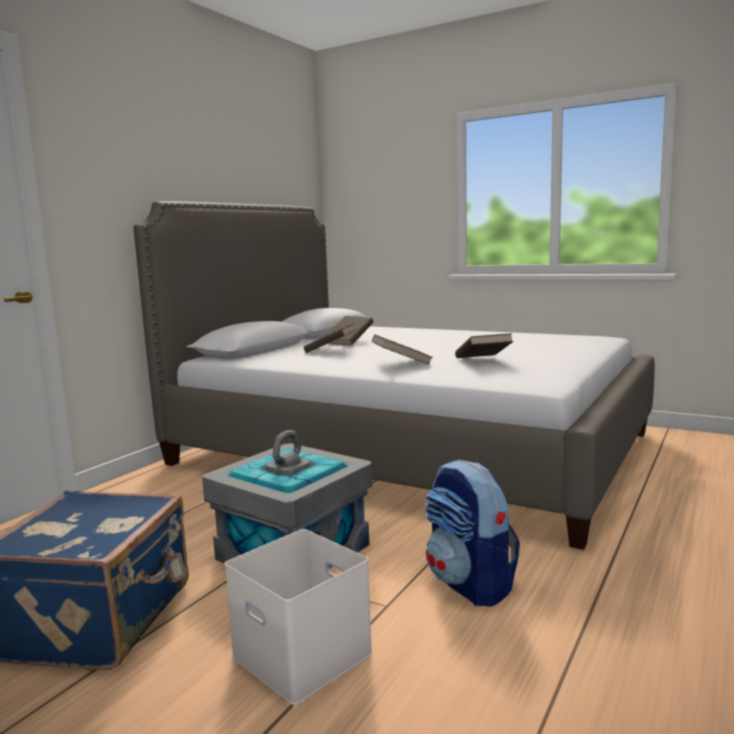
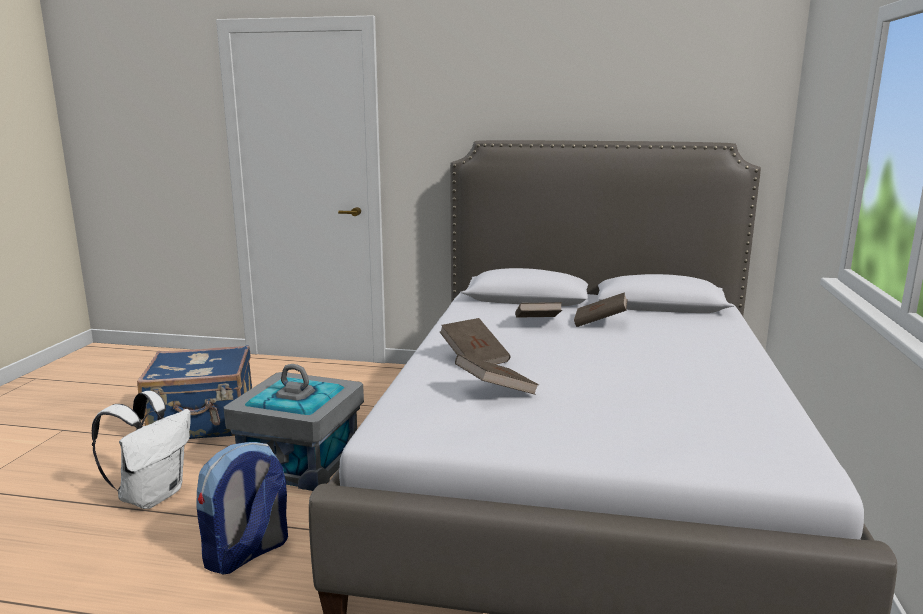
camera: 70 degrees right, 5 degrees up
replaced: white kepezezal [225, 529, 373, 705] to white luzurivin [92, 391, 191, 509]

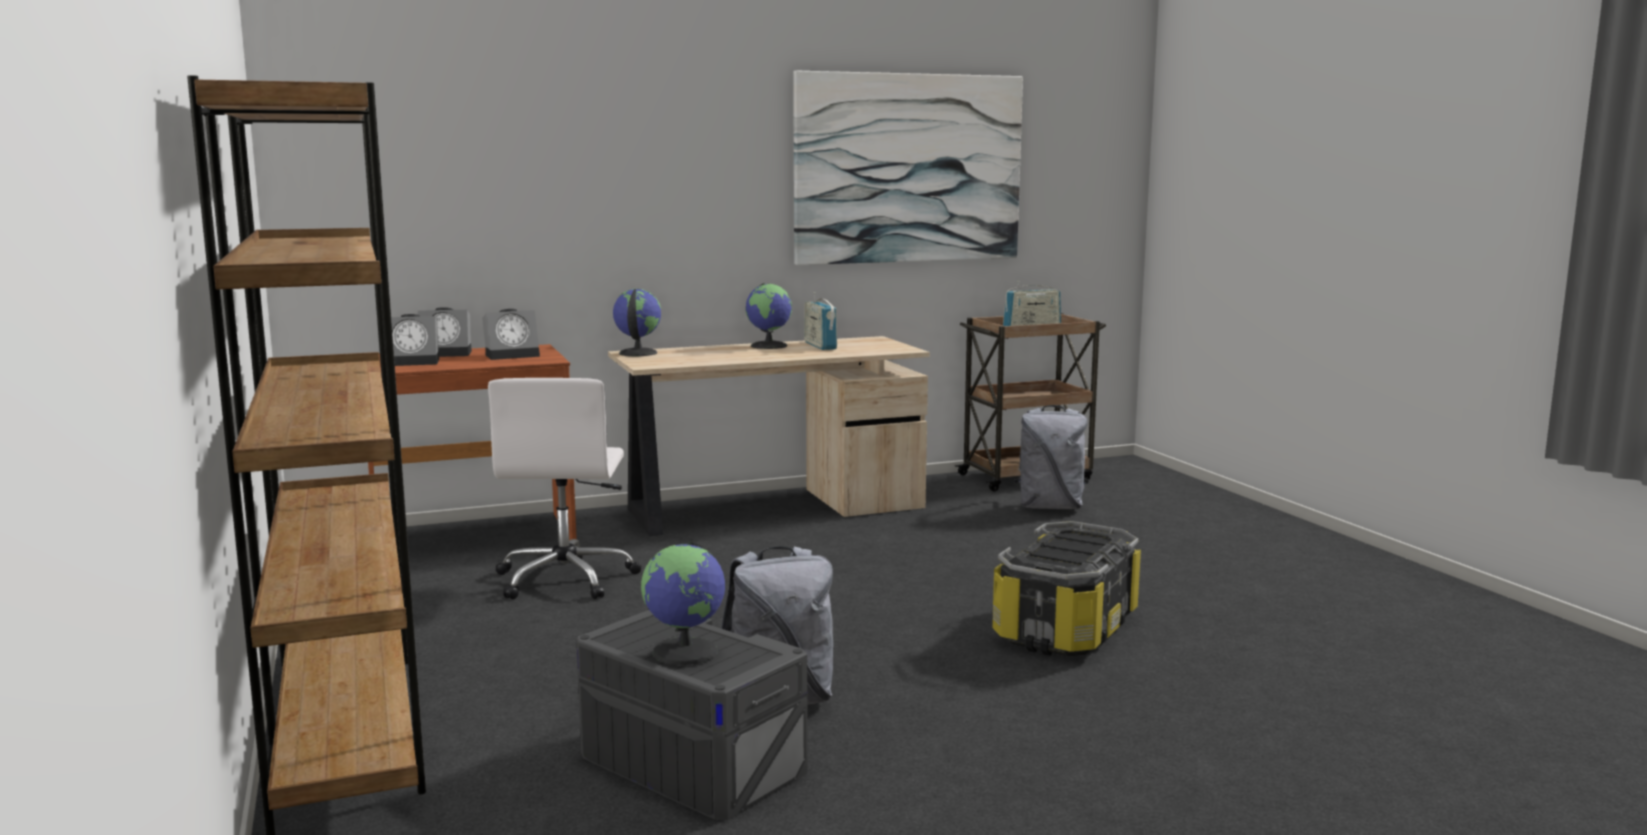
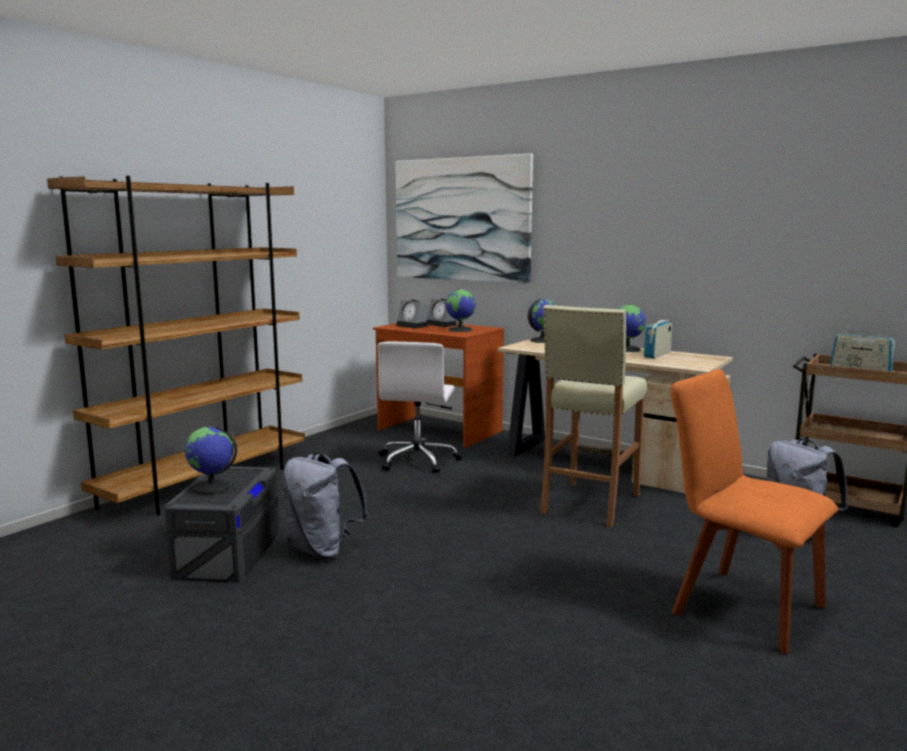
camera: 55 degrees right, 0 degrees up
removed: kepezezal [992, 521, 1141, 657]
added: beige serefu [540, 305, 647, 527]; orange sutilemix [670, 369, 838, 654]
moved: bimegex [793, 71, 1023, 265] to [395, 153, 533, 284]
replaced: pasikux [482, 309, 540, 360] to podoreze [446, 289, 476, 332]
turned: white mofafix [488, 378, 641, 599] = [377, 342, 462, 473] 45 degrees counterclockwise

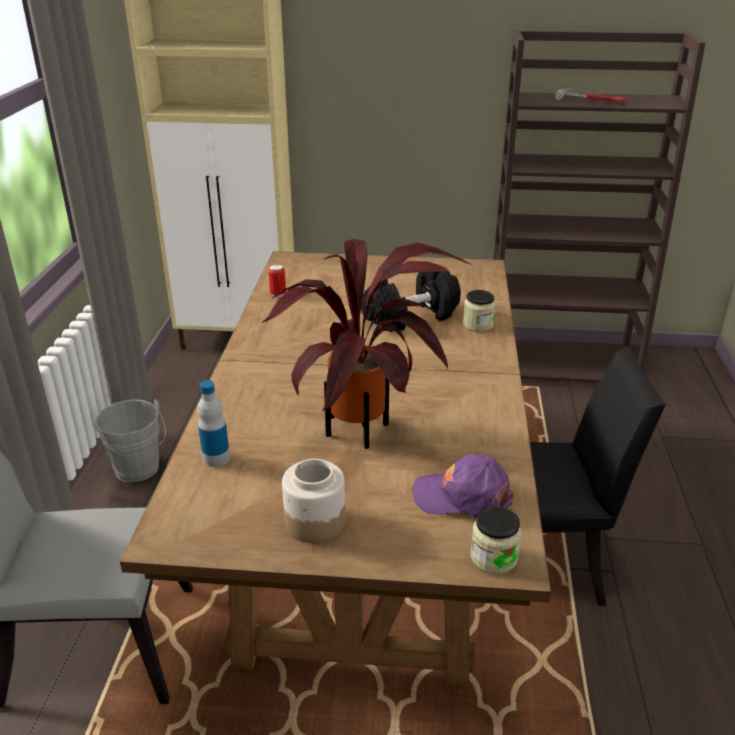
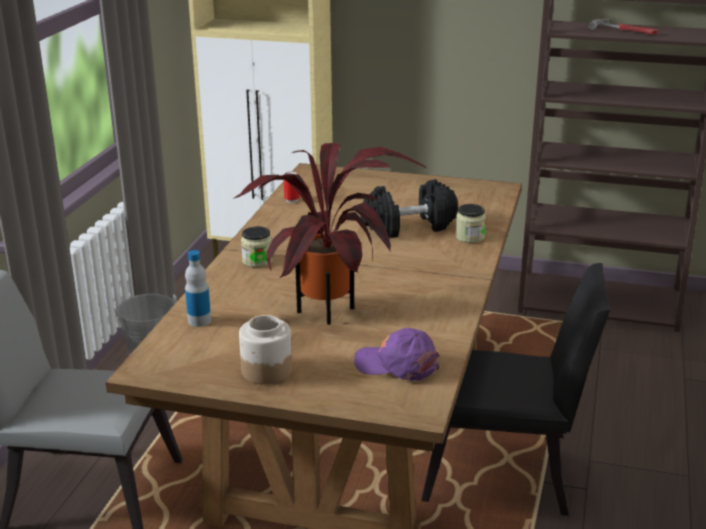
camera: 10 degrees right, 5 degrees down
moved: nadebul [471, 506, 521, 574] to [241, 226, 273, 268]

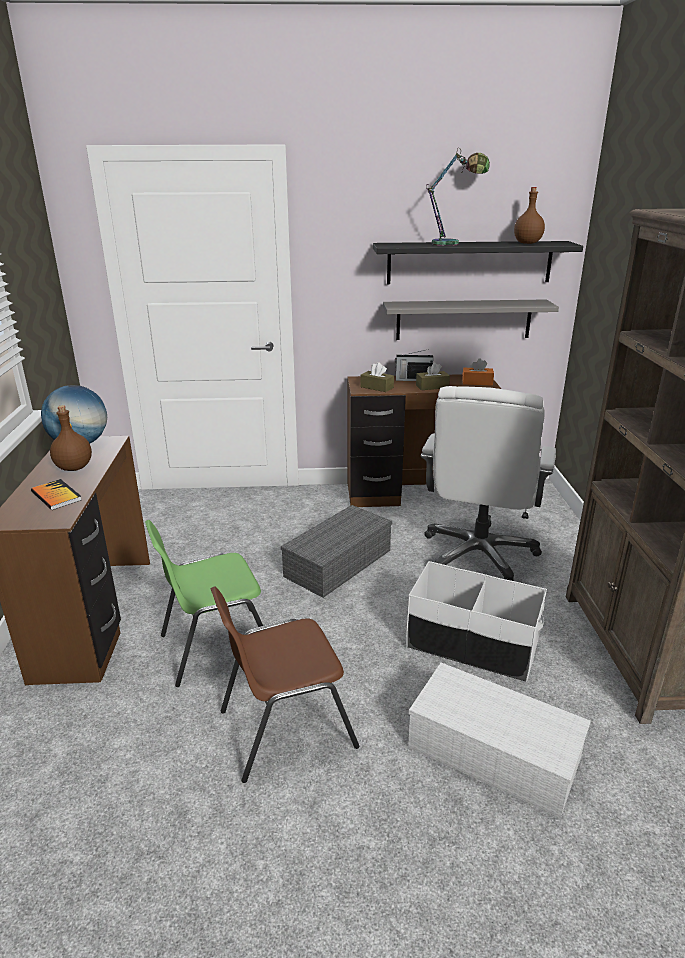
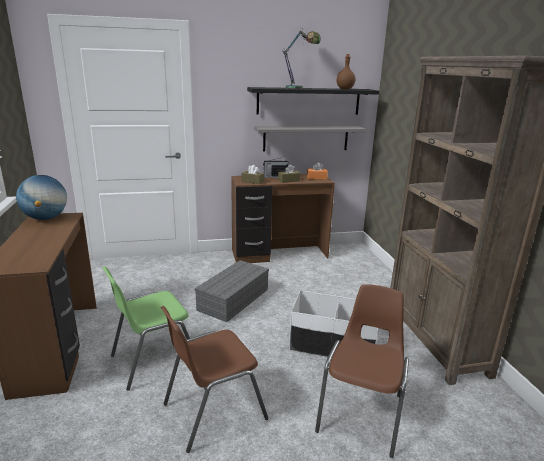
camera: 10 degrees left, 5 degrees down
removed: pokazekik [31, 479, 82, 510]; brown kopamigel [50, 405, 92, 471]; white mofafix [421, 386, 556, 581]
replaced: white kepezezal [408, 663, 591, 818] to brown sutilemix [315, 284, 409, 458]

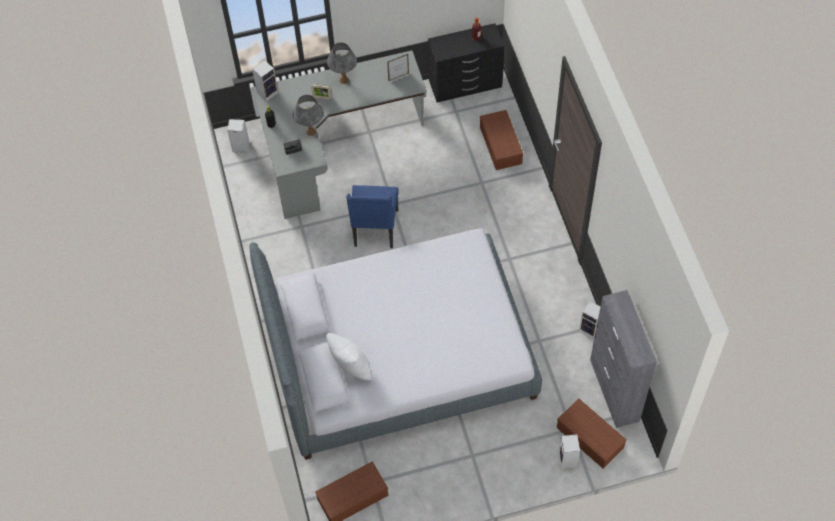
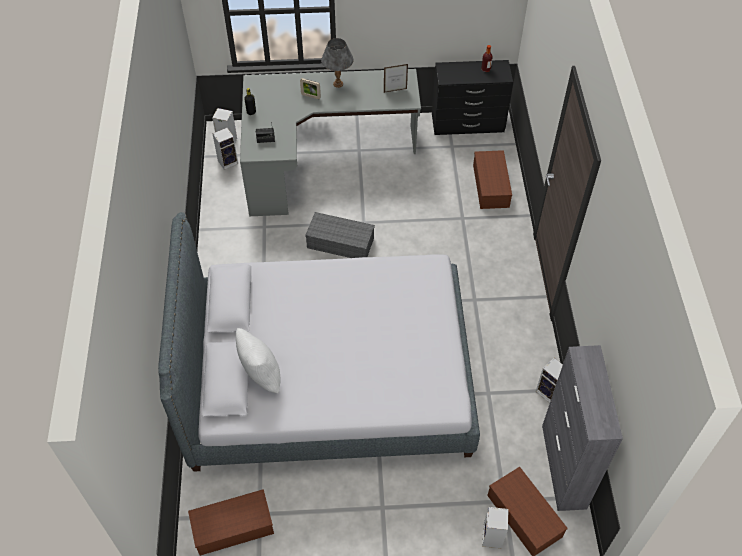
camera: 10 degrees right, 5 degrees down
removed: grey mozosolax [293, 95, 324, 136]
moved: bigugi [252, 60, 278, 102] to [212, 128, 238, 170]
replaced: blue sutilemix [346, 185, 399, 248] to grey kepezezal [305, 212, 375, 258]

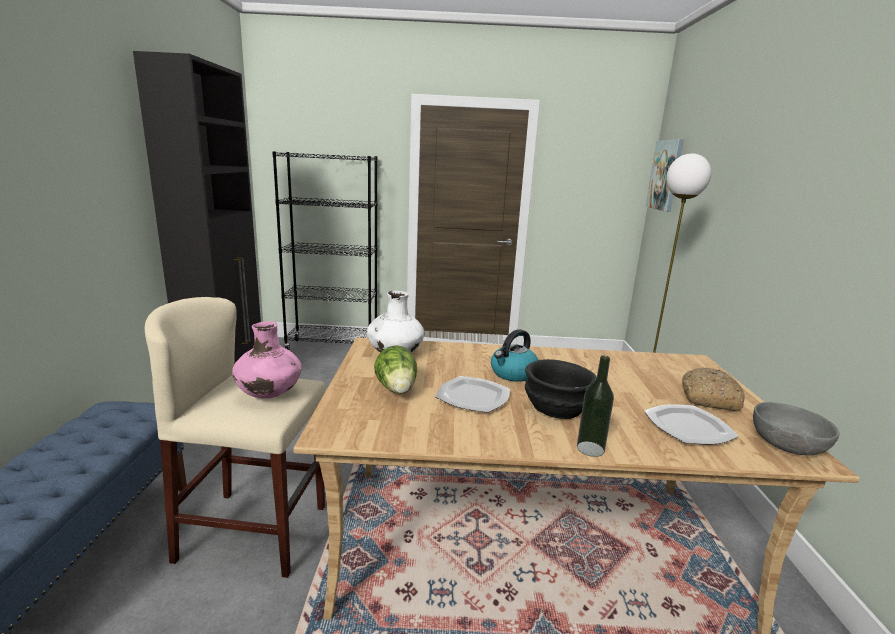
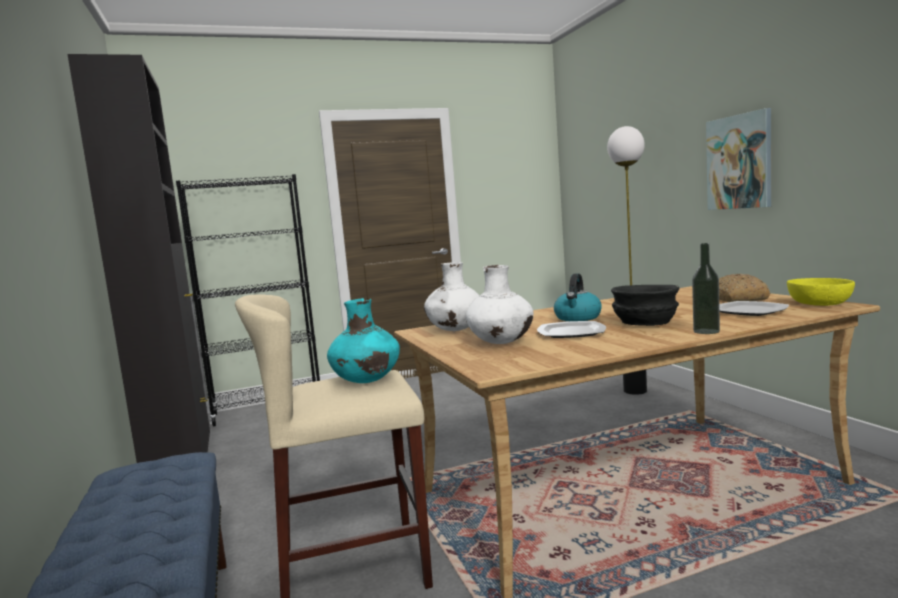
camera: 20 degrees left, 10 degrees down
moved: bimegex [646, 139, 684, 212] to [706, 108, 771, 210]
replaced: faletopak [374, 345, 417, 394] to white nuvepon [465, 265, 533, 344]
recoloured: pink nuvepon [232, 321, 301, 399] to turquoise nuvepon [327, 298, 400, 383]; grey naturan [753, 402, 840, 456] to yellow naturan [787, 278, 855, 306]

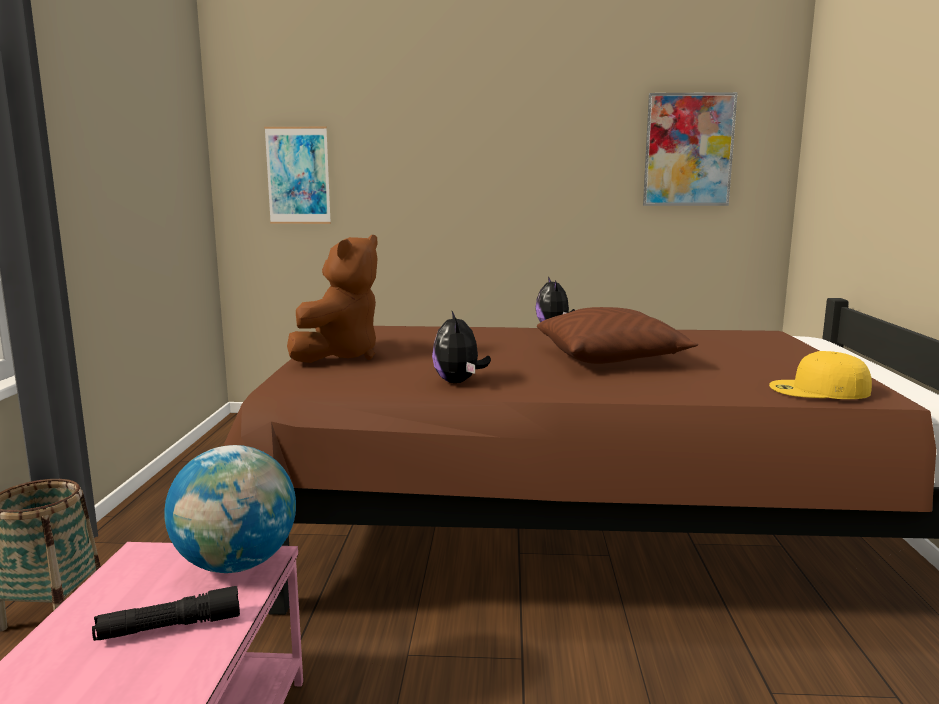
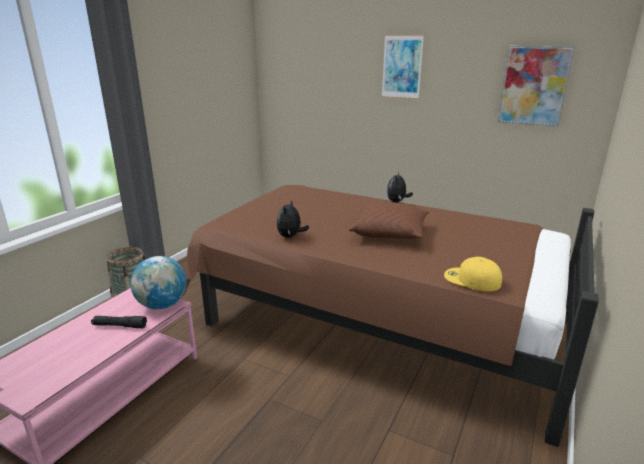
camera: 25 degrees right, 10 degrees up
removed: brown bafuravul [287, 235, 378, 363]
moved: bimegex [264, 127, 331, 224] to [382, 34, 424, 99]

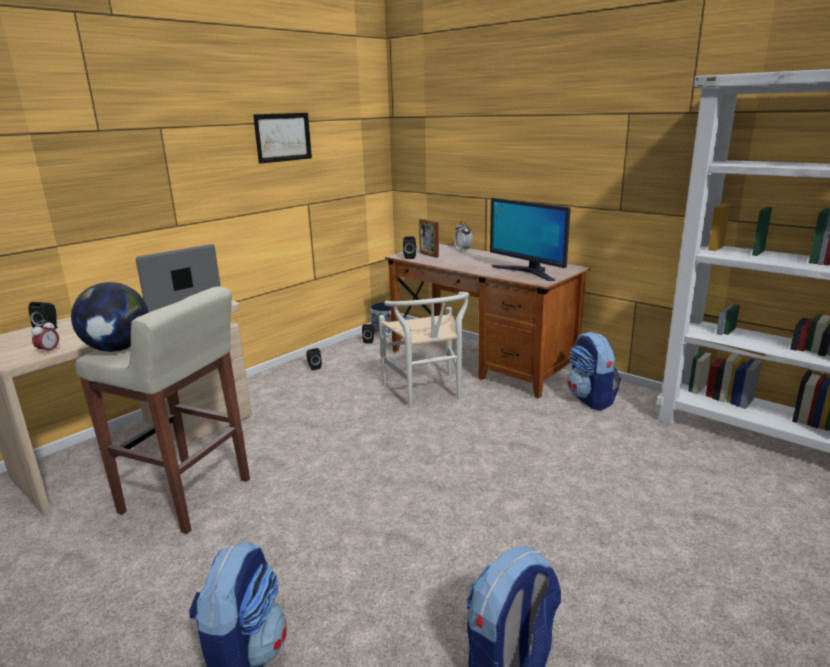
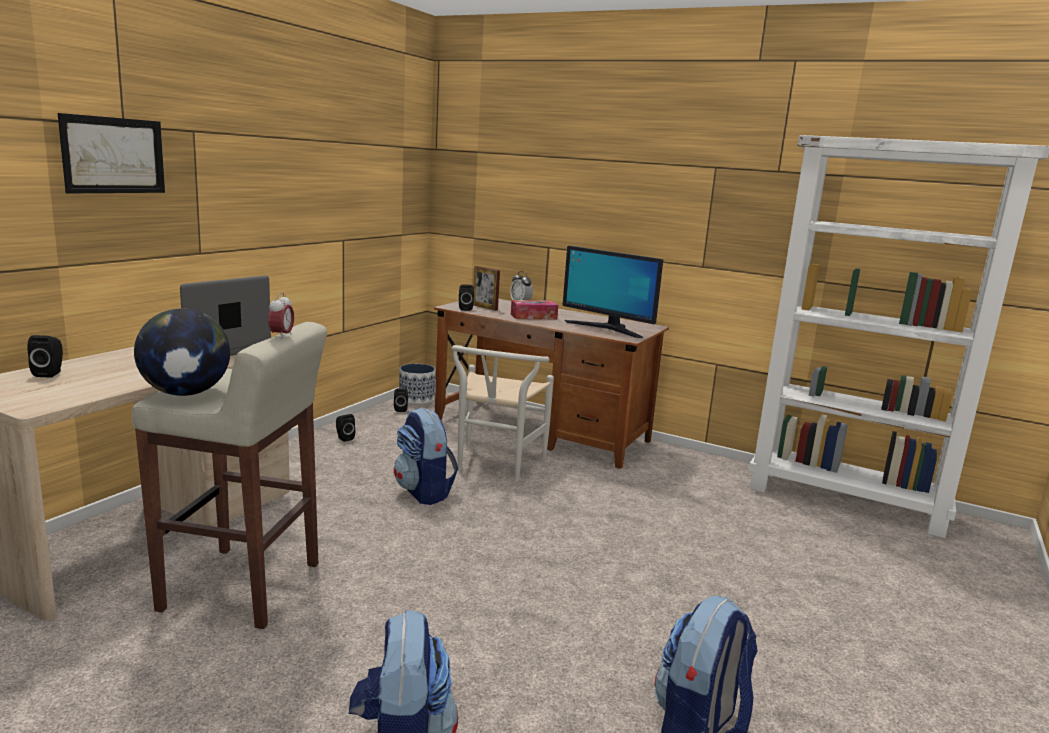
camera: 15 degrees left, 5 degrees down
added: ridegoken [511, 300, 558, 320]
moved: bimegex [253, 113, 312, 164] to [58, 113, 165, 194]; pasikux [31, 320, 59, 355] to [268, 293, 294, 339]; luzurivin [567, 332, 621, 410] to [394, 407, 458, 505]
turned: white sutilemix [379, 292, 470, 408] = [452, 345, 554, 481] 45 degrees clockwise

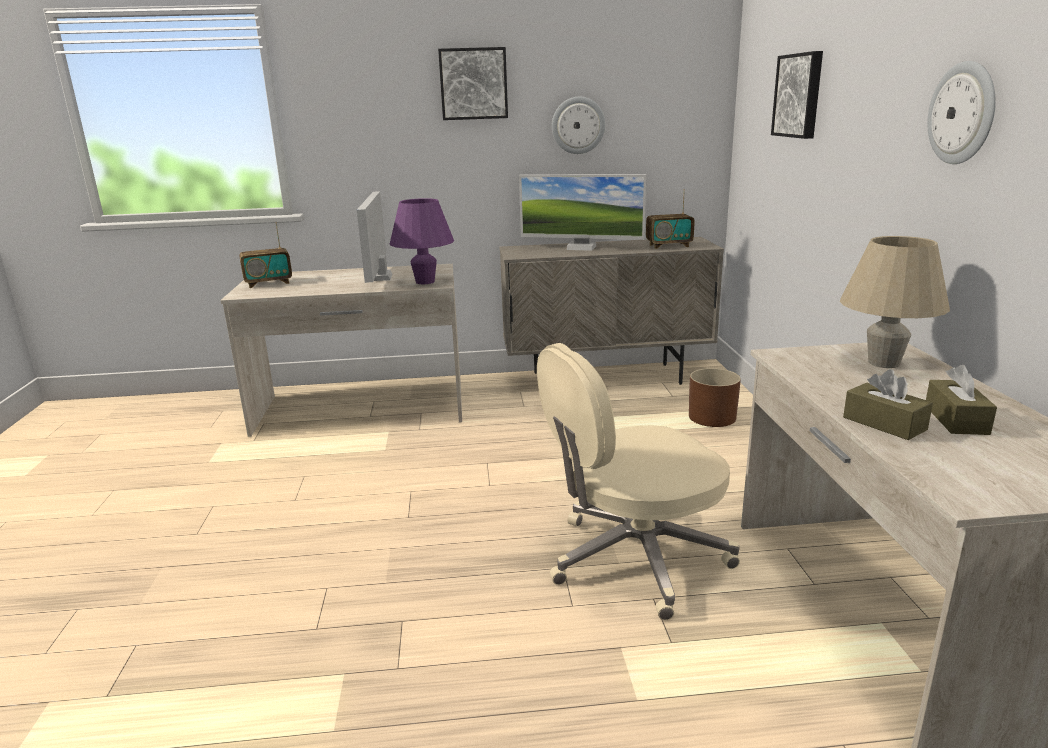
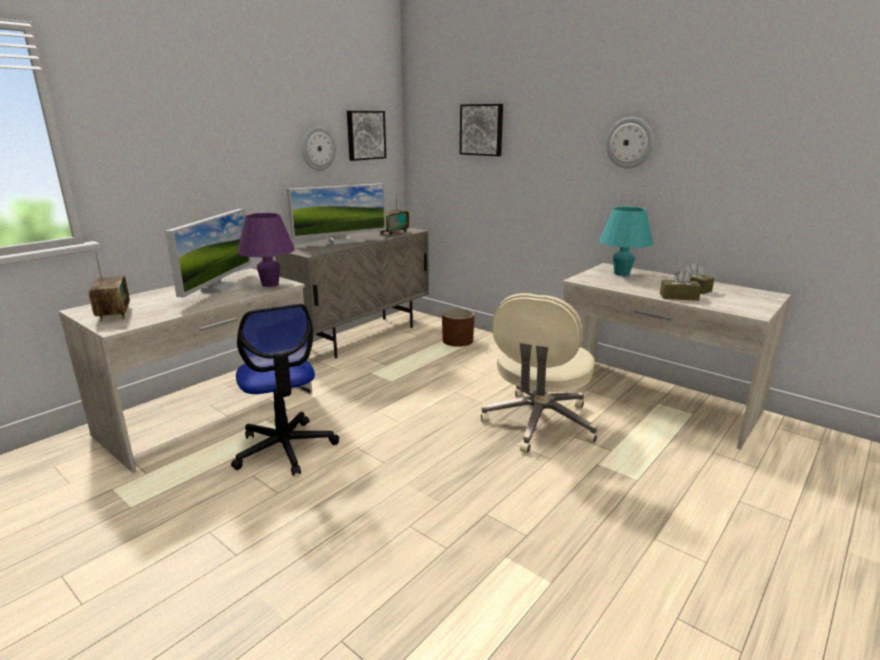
camera: 45 degrees left, 0 degrees up
added: mofafix [231, 304, 339, 476]
moved: bimegex [438, 47, 508, 120] to [347, 111, 386, 161]
recoloured: beige mozosolax [840, 236, 950, 368] to turquoise mozosolax [599, 207, 653, 276]
turned: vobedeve [240, 222, 292, 288] = [89, 252, 130, 322] 45 degrees counterclockwise; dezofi [357, 191, 392, 283] = [165, 209, 251, 297] 120 degrees counterclockwise

